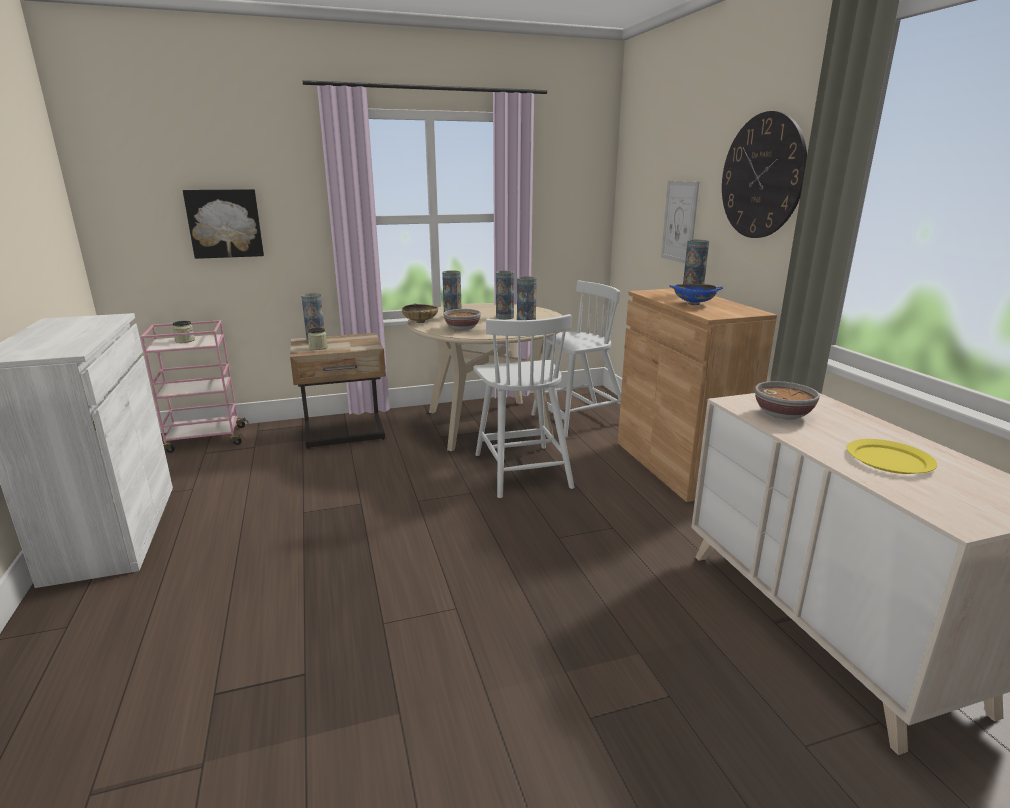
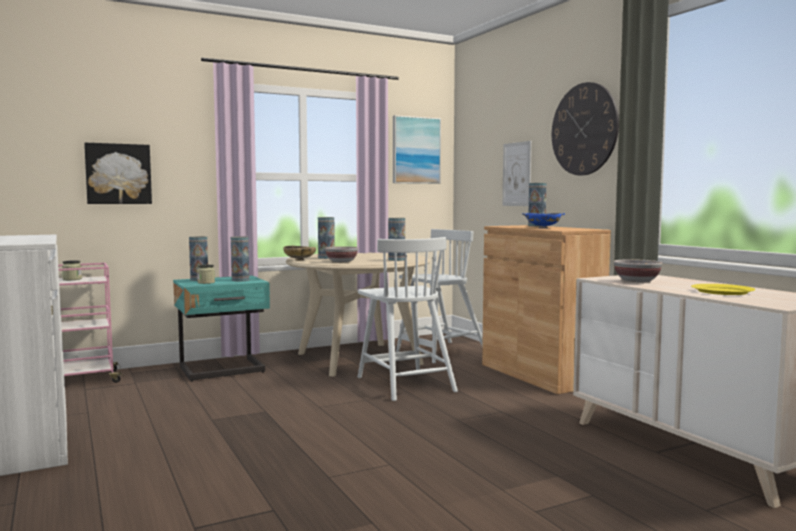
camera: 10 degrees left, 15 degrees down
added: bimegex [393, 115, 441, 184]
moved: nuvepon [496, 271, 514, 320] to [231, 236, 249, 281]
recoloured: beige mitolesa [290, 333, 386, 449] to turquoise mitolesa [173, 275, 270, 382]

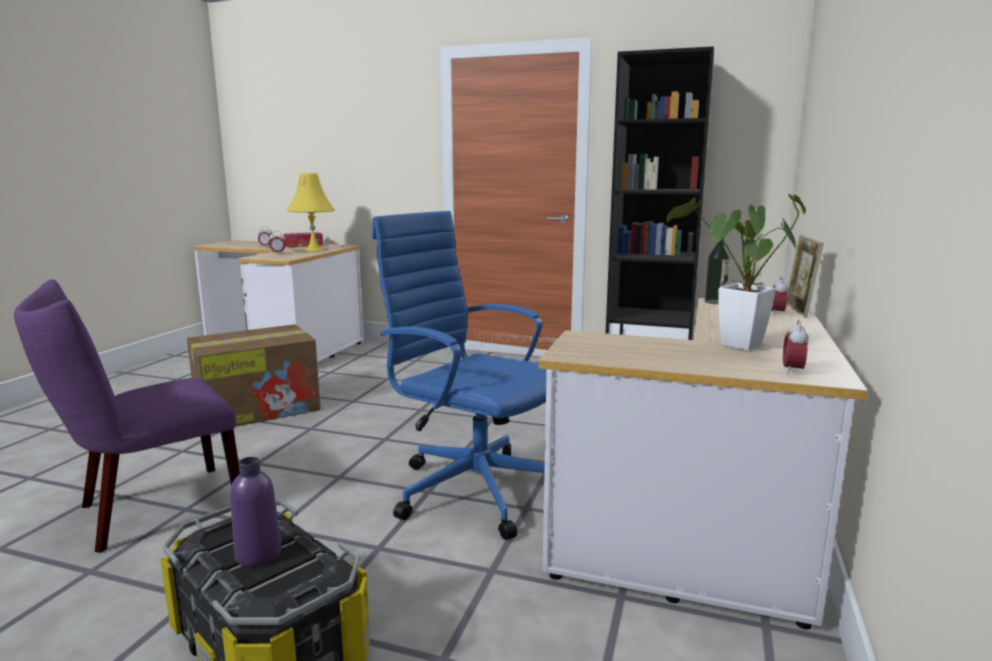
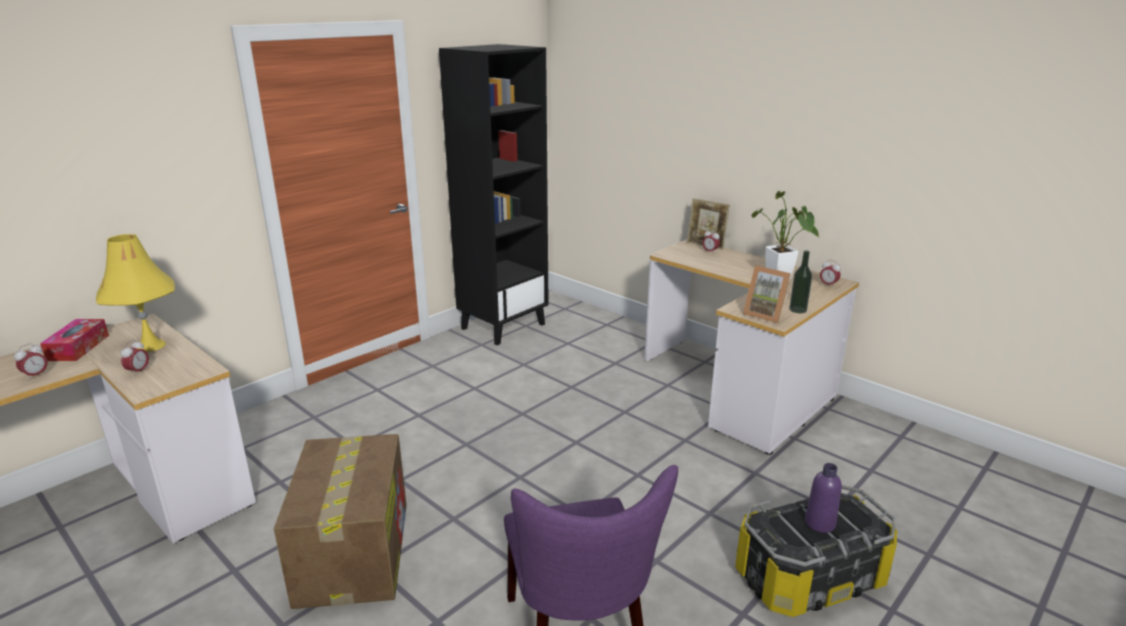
camera: 65 degrees left, 10 degrees up
removed: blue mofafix [372, 211, 547, 540]
added: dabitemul [743, 265, 791, 323]
moved: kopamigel [705, 238, 730, 304] to [789, 250, 812, 313]

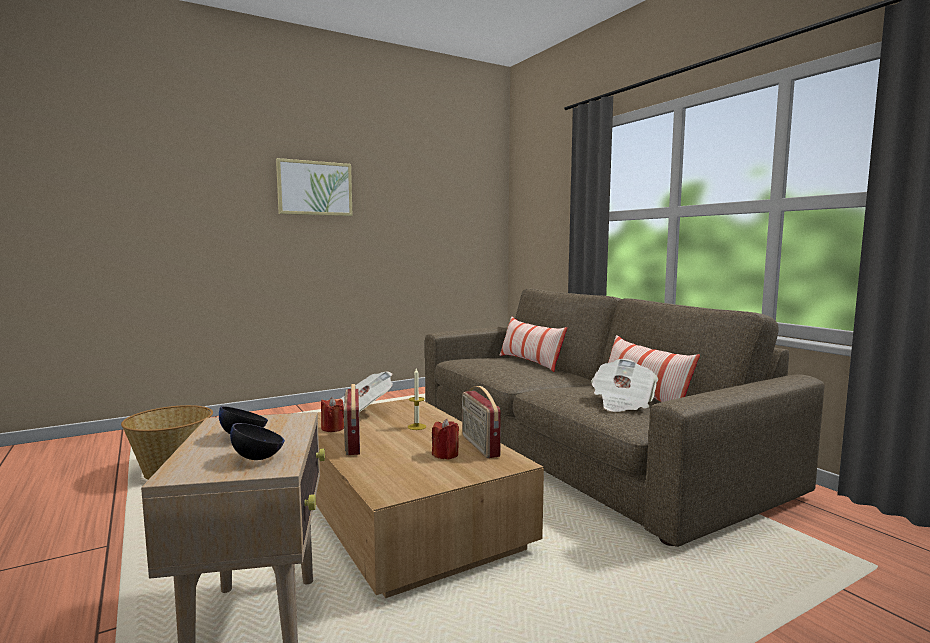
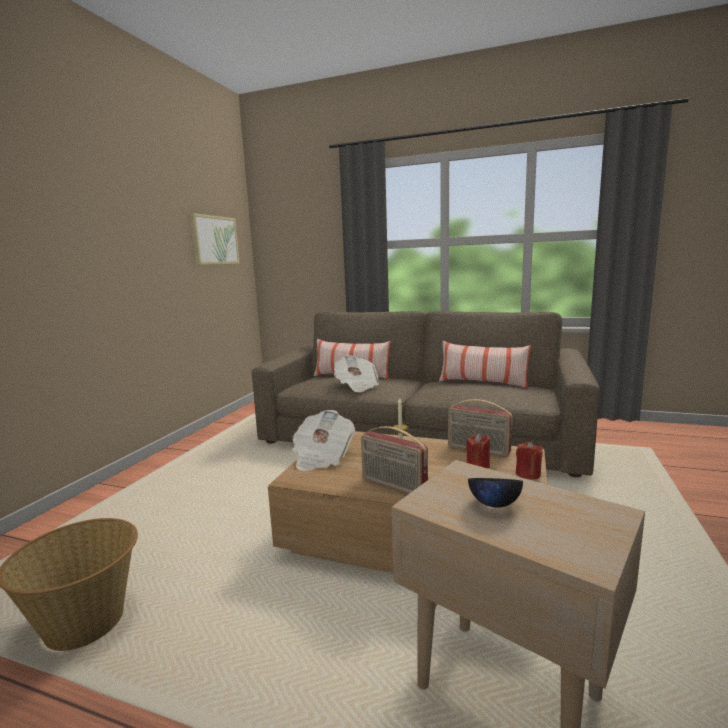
camera: 40 degrees left, 5 degrees up
removed: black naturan [230, 423, 285, 460]
moved: bimegex [276, 158, 352, 216] to [190, 213, 240, 265]; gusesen [591, 359, 658, 412] to [334, 355, 379, 392]; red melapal [321, 397, 344, 432] to [516, 442, 543, 479]

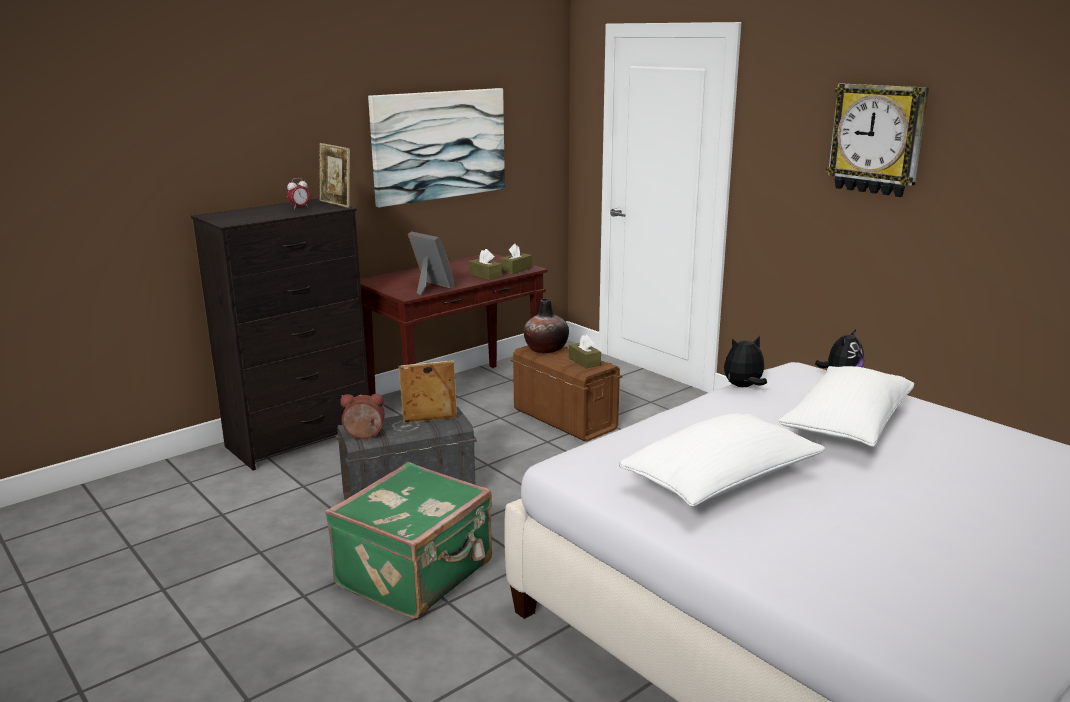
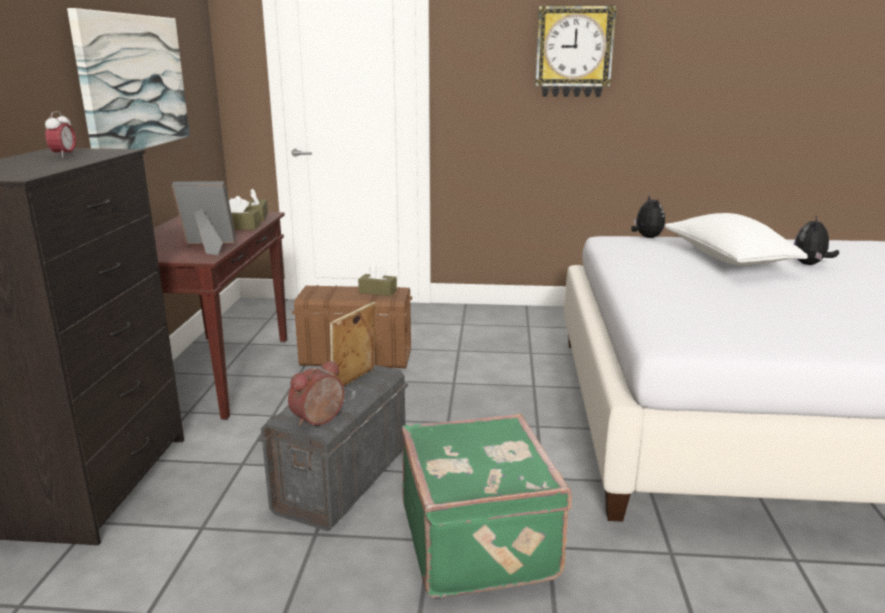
camera: 45 degrees left, 0 degrees up
removed: dabitemul [319, 143, 350, 208]; nuvepon [524, 298, 569, 353]; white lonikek [619, 414, 826, 507]
moved: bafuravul [724, 336, 767, 387] to [794, 216, 839, 265]

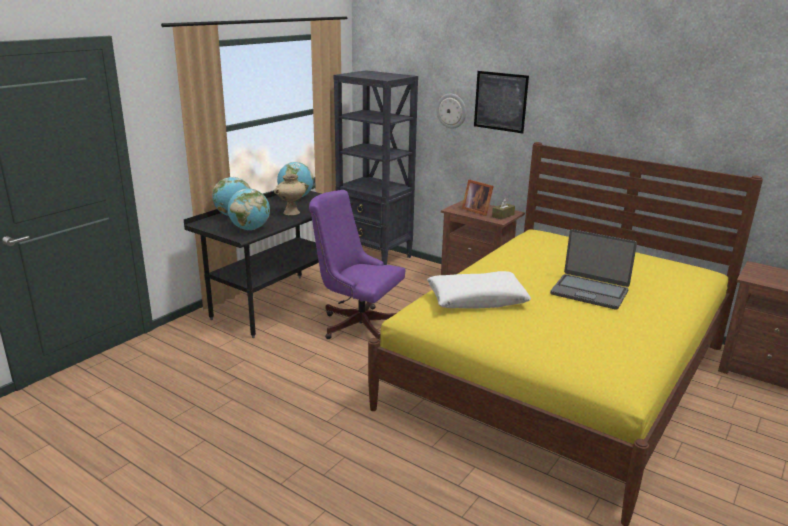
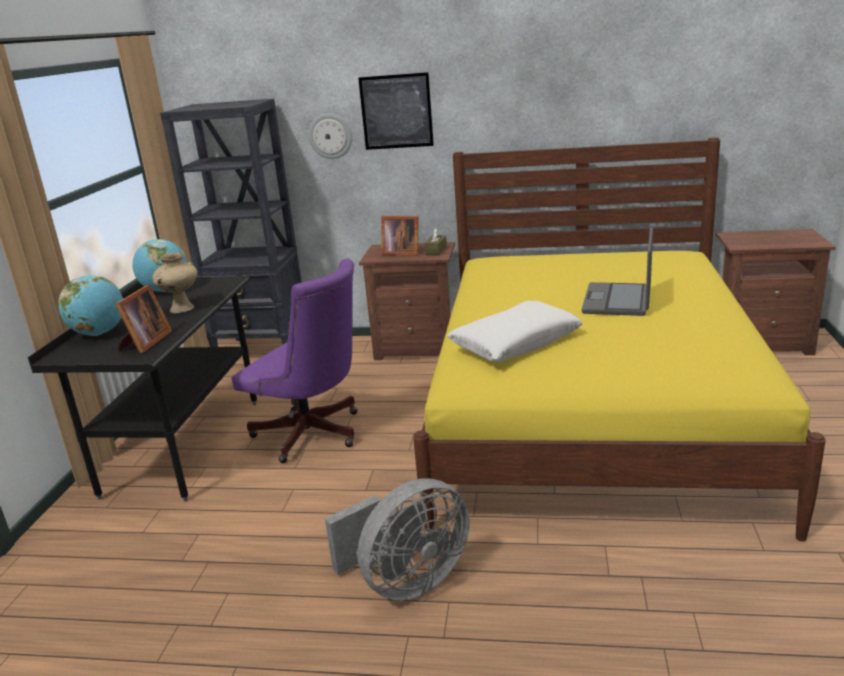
camera: 25 degrees left, 0 degrees up
added: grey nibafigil [325, 479, 470, 601]
replaced: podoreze [228, 188, 270, 230] to dabitemul [115, 284, 172, 353]
turned: purple mofafix [309, 190, 405, 340] = [232, 258, 357, 463] 150 degrees counterclockwise; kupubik [550, 229, 637, 310] = [582, 228, 653, 316] 105 degrees clockwise

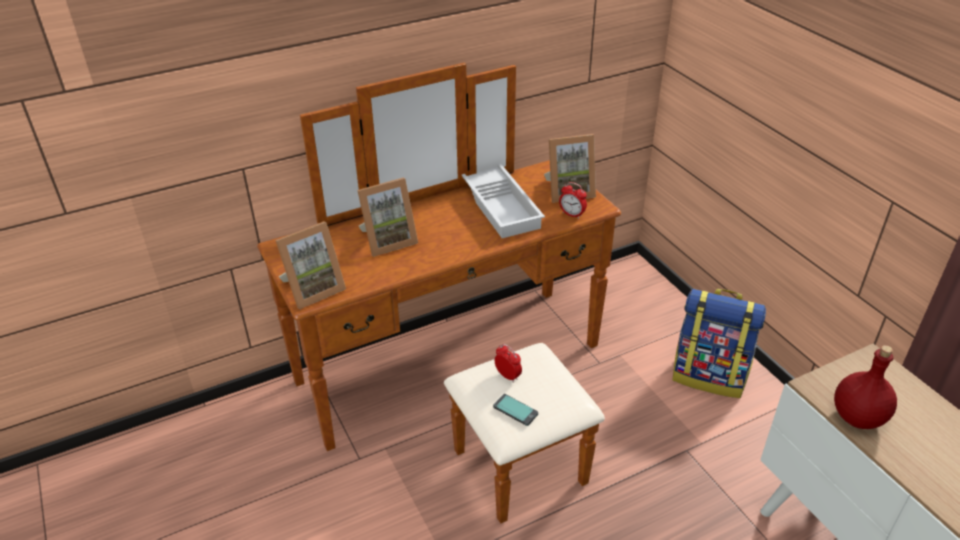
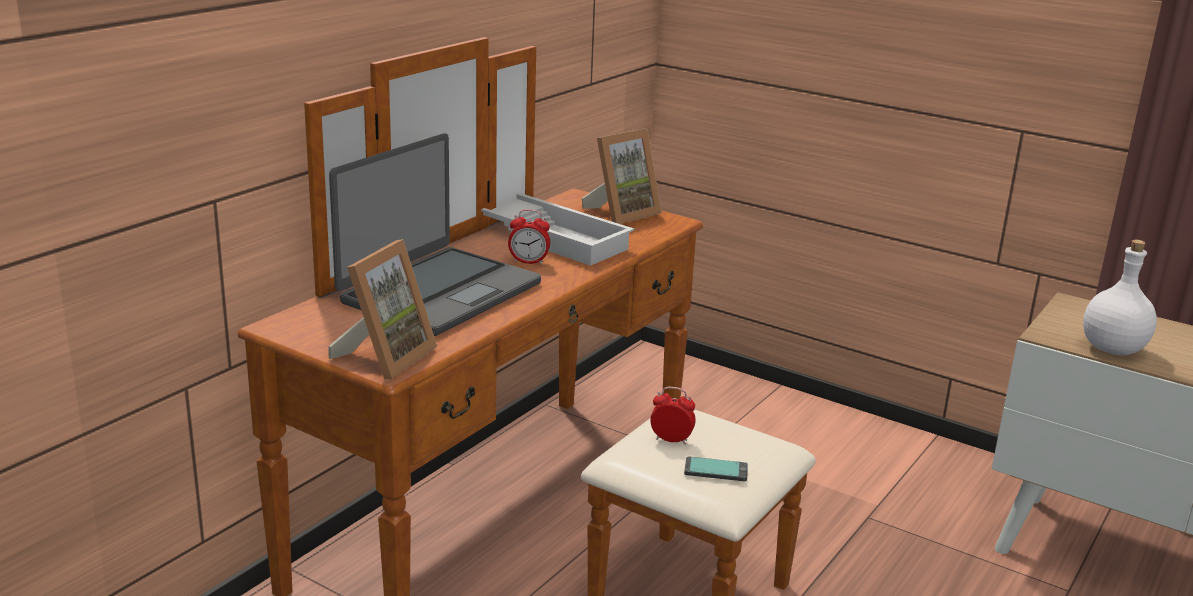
camera: 30 degrees left, 15 degrees down
removed: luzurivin [672, 289, 766, 398]
moved: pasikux [559, 182, 587, 219] to [508, 209, 550, 265]
replaced: dabitemul [357, 177, 418, 257] to kupubik [329, 133, 541, 336]
recoloured: red kopamigel [834, 345, 897, 429] to white kopamigel [1083, 240, 1157, 356]

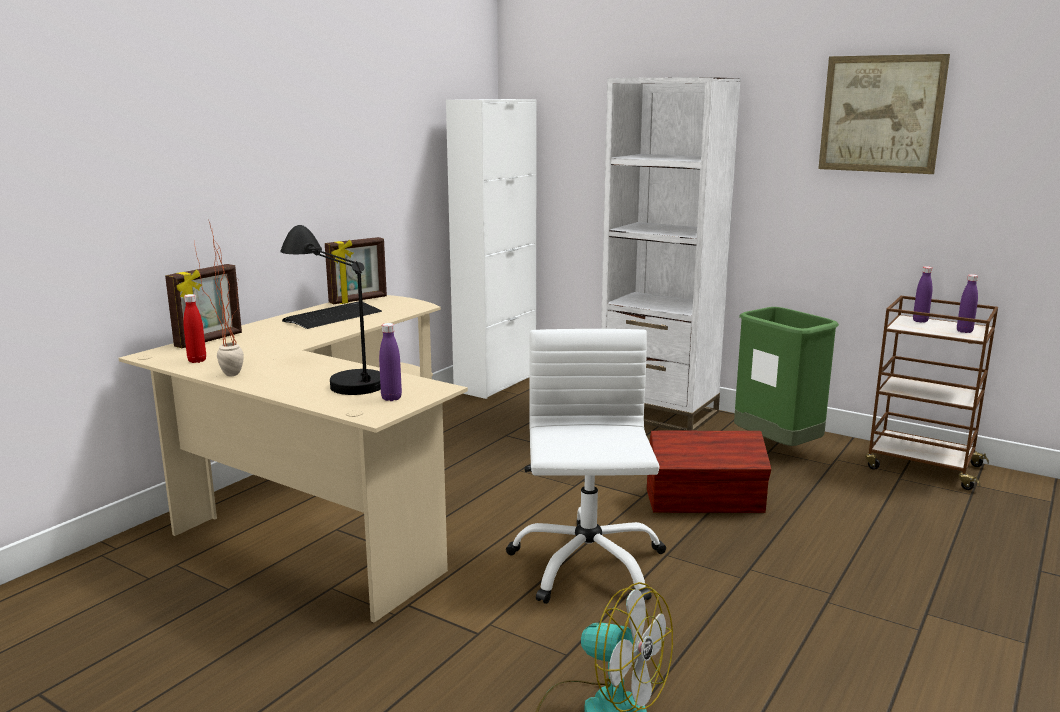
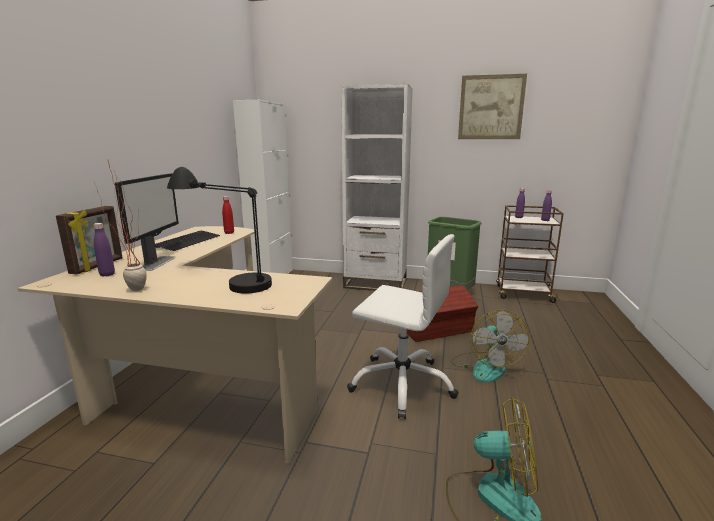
camera: 20 degrees left, 0 degrees up
removed: dabitemul [325, 237, 387, 304]
added: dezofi [115, 173, 179, 271]; nibafigil [451, 309, 529, 383]
moved: purple kopamigel [379, 323, 402, 401] to [93, 223, 115, 277]; red kopamigel [183, 294, 206, 363] to [222, 196, 234, 234]
turned: white mofafix [506, 329, 666, 604] = [347, 234, 459, 419] 135 degrees clockwise

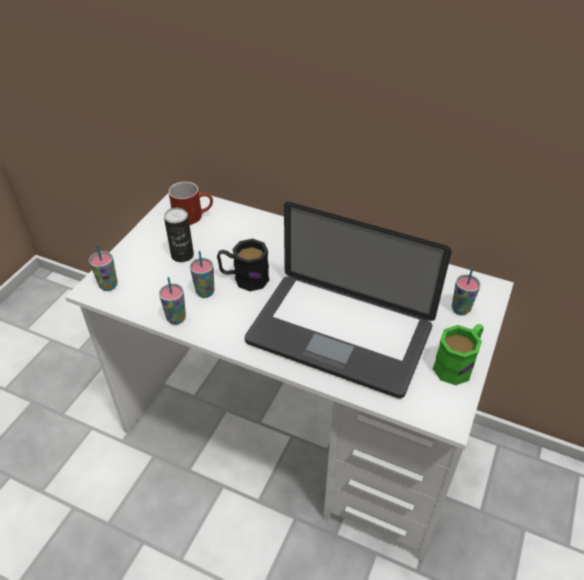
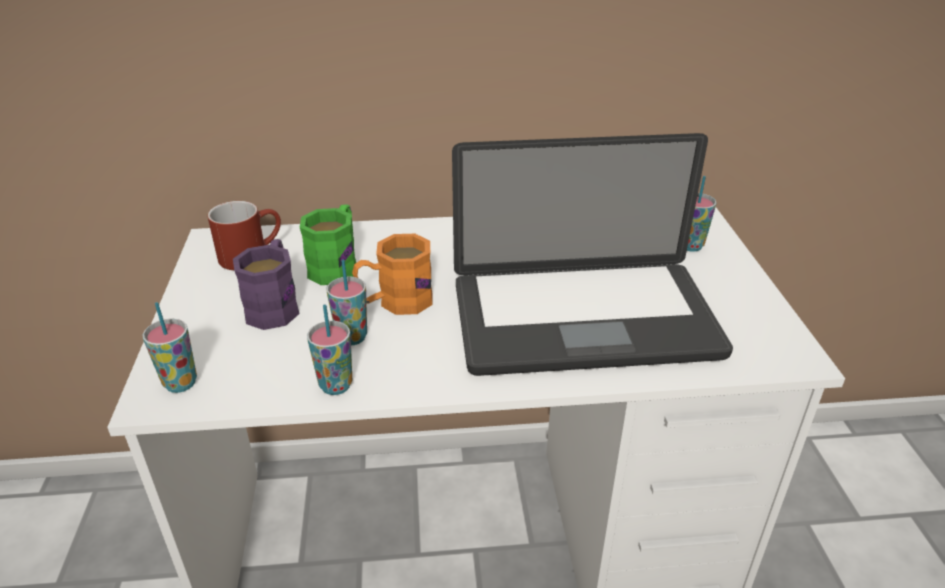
camera: 30 degrees left, 10 degrees down
moved: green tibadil [433, 324, 484, 385] to [300, 204, 356, 285]
replaced: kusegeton [164, 208, 194, 262] to purple tibadil [233, 239, 300, 330]
recoloured: black tibadil [217, 239, 269, 291] to orange tibadil [352, 234, 433, 315]

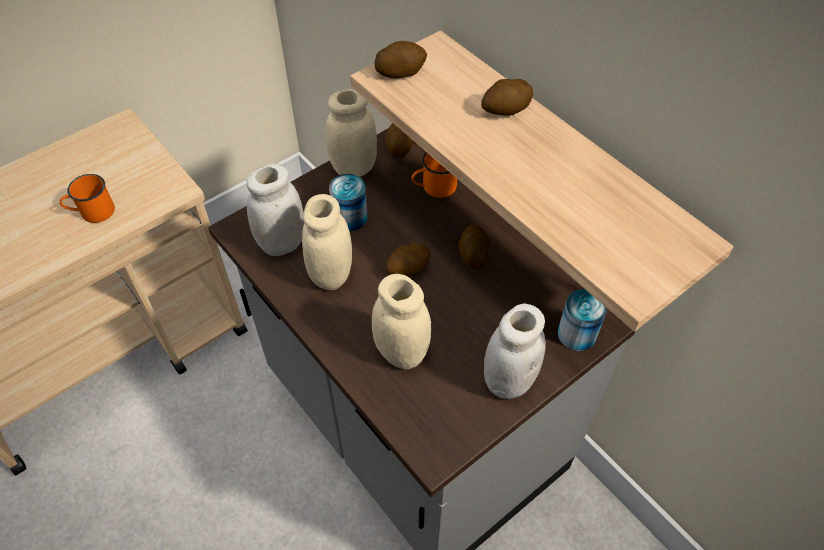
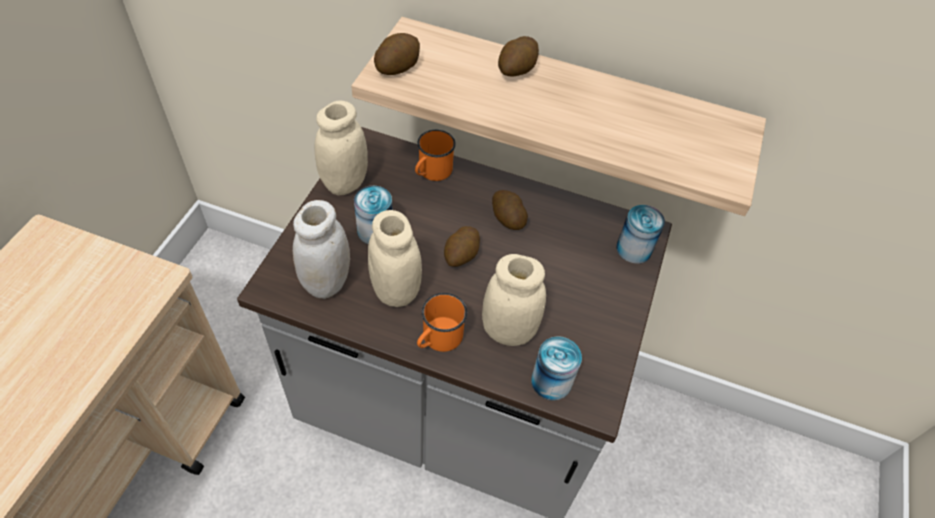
camera: 35 degrees left, 0 degrees up
removed: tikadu [385, 123, 413, 158]; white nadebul [484, 304, 546, 399]
added: kusegeton [531, 336, 582, 401]
moved: orange tibadil [60, 174, 115, 223] to [417, 293, 467, 352]

